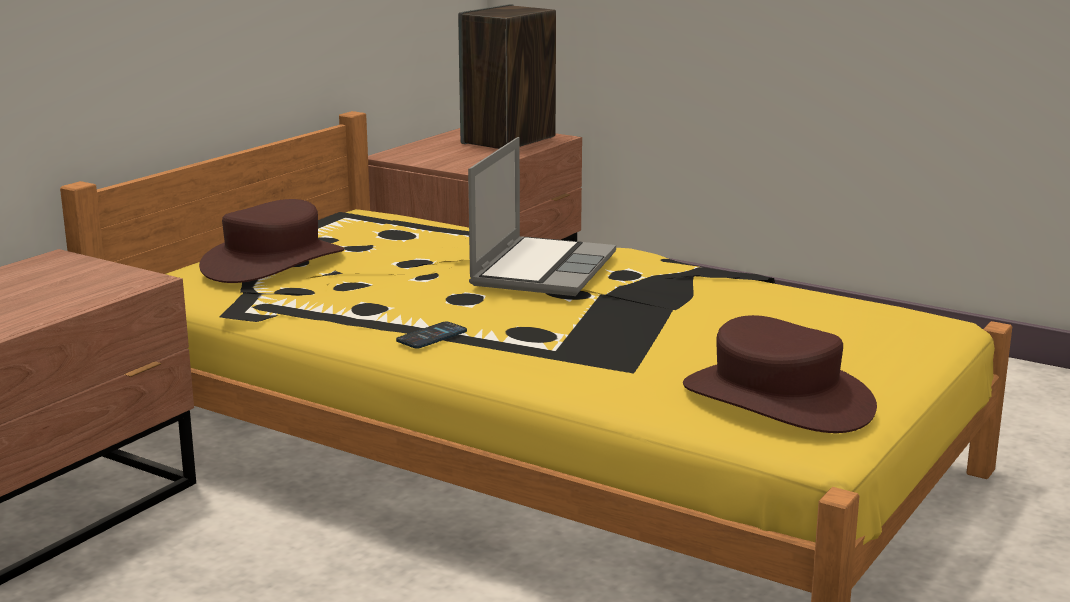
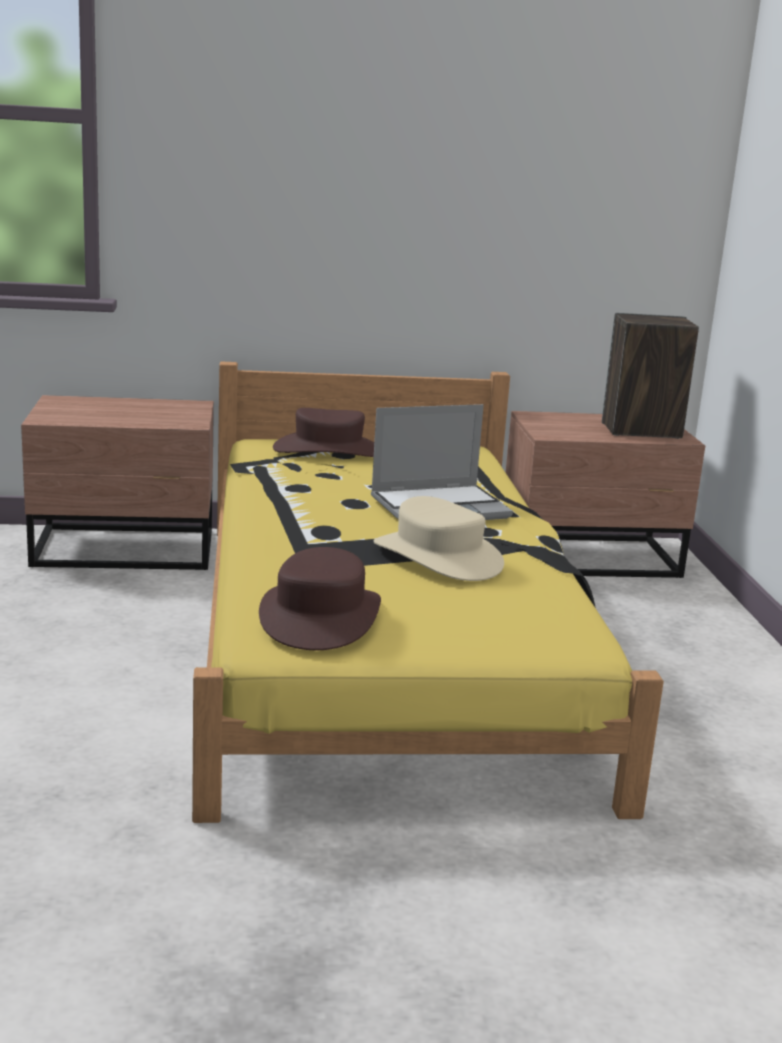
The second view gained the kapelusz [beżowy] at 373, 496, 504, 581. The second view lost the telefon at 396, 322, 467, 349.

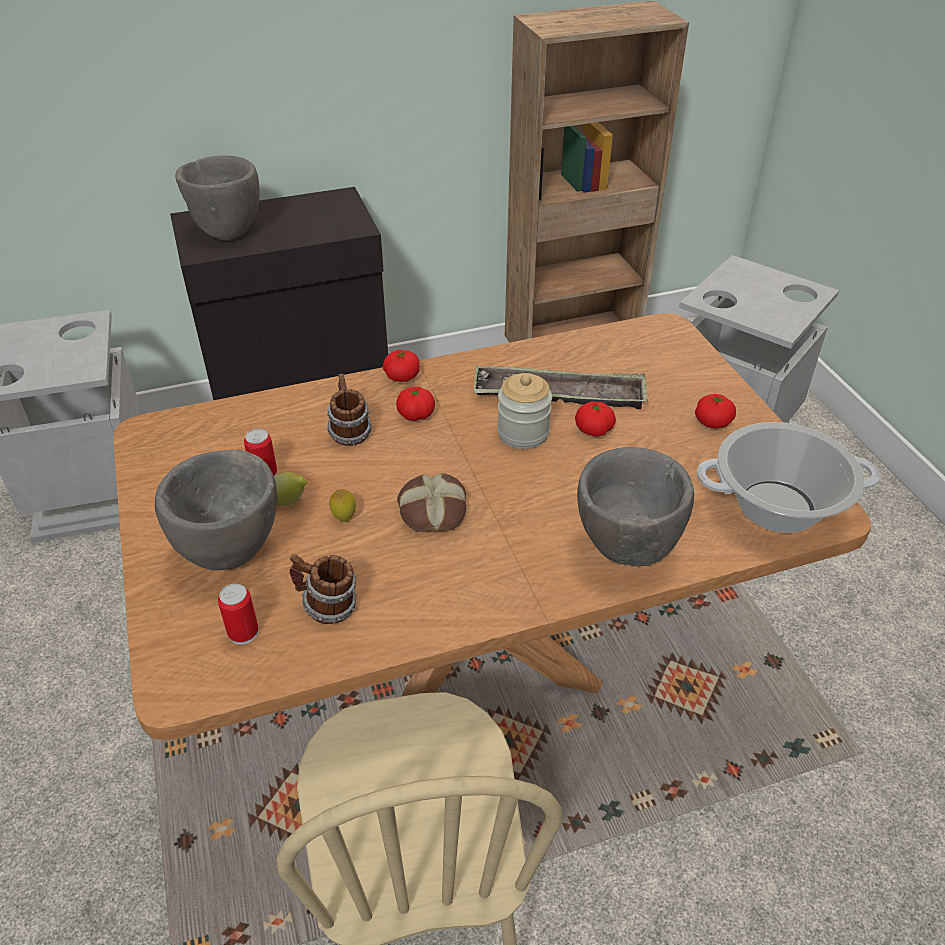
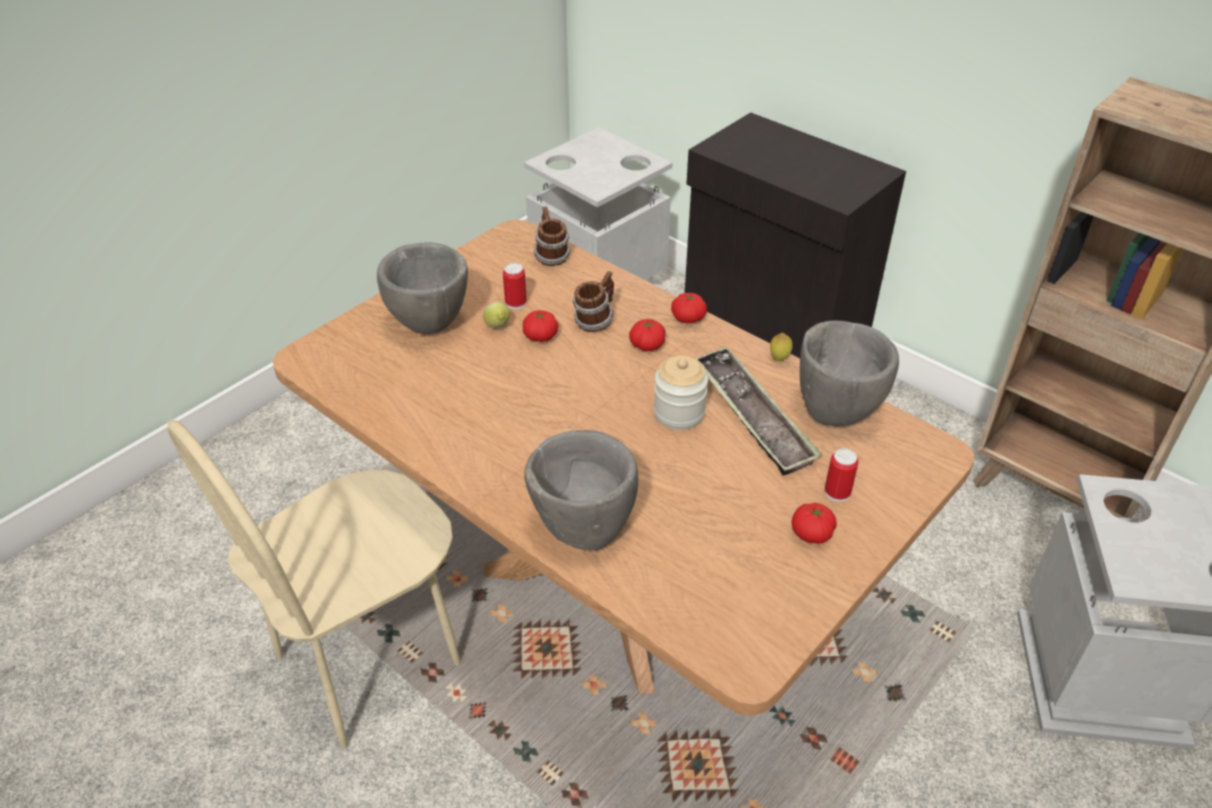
The pomidor ended up elsewhere, having gone from 575, 401, 616, 437 to 523, 310, 559, 342. The kubek ended up elsewhere, having gone from 289, 554, 357, 624 to 533, 207, 571, 266. The cytryna ended up elsewhere, having gone from 329, 489, 356, 522 to 770, 333, 793, 361. The miska [szary] ended up elsewhere, having gone from 175, 156, 260, 241 to 800, 321, 899, 426. The puszka ended up elsewhere, having gone from 218, 584, 258, 645 to 825, 448, 858, 502. The second view lost the chleb at 397, 473, 466, 532. The second view lost the garnek at 697, 422, 880, 533.

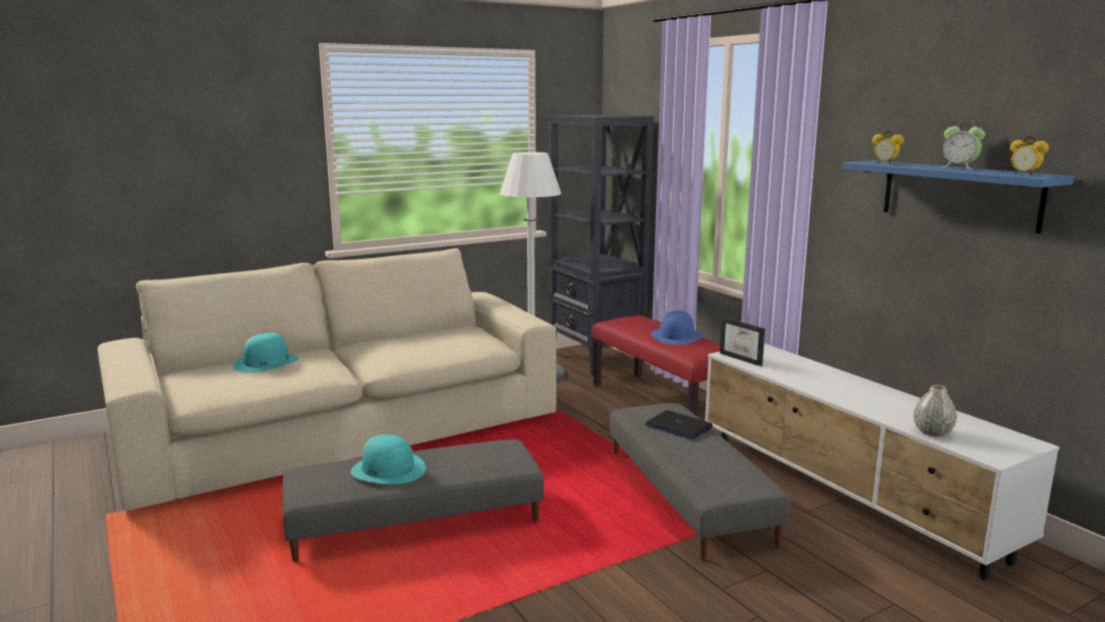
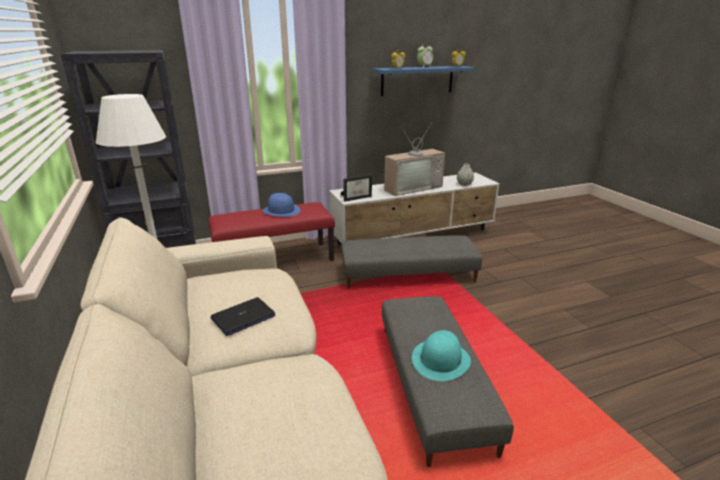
The laptop ended up elsewhere, having gone from 646, 410, 713, 440 to 210, 297, 275, 336. The second view gained the telewizor at 384, 124, 445, 196. The second view lost the kapelusz [turkusowy] at 233, 333, 299, 373.

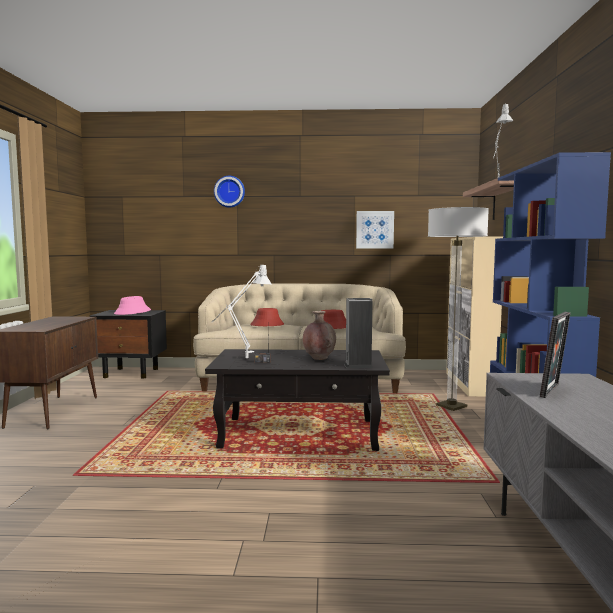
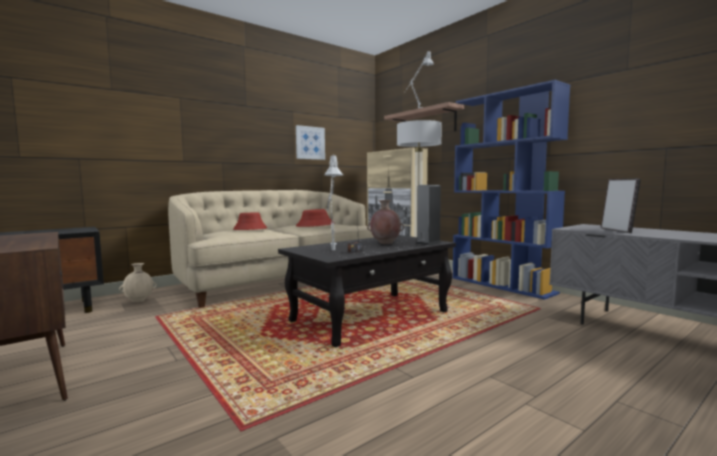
The second view gained the wazon [beżowy] at 119, 263, 157, 302. The second view lost the kapelusz [różowy] at 114, 296, 151, 315. The second view lost the zegar ścienny at 214, 176, 245, 208.

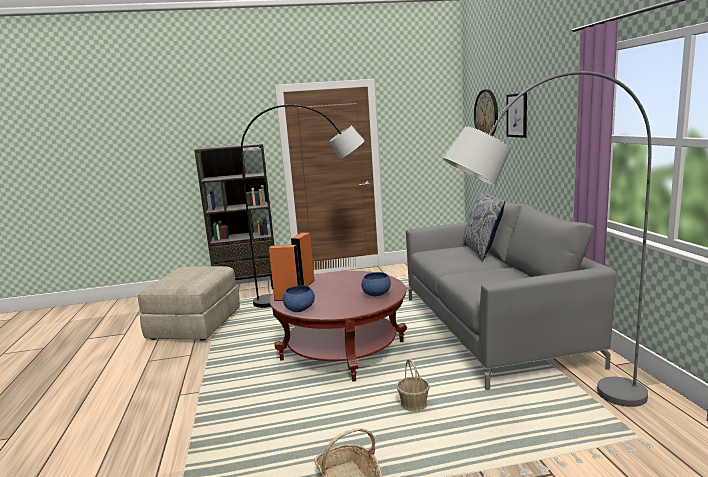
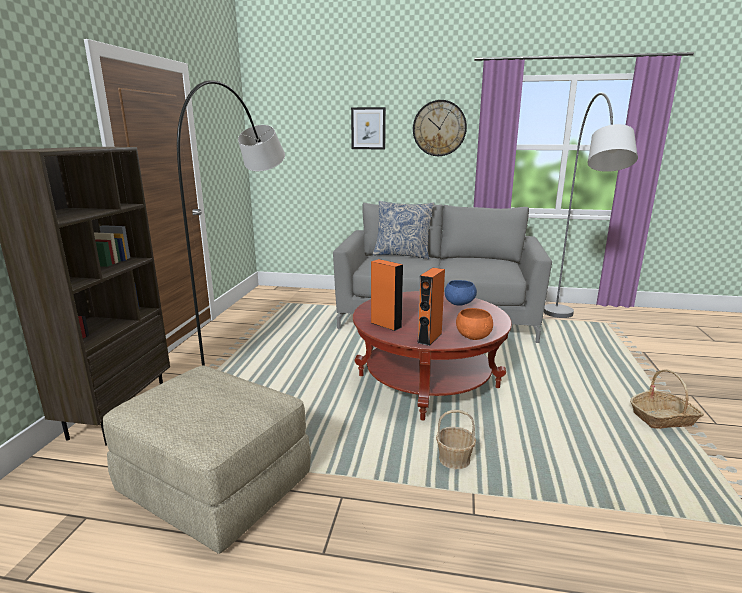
The zegar ścienny ended up elsewhere, having gone from 474, 89, 498, 136 to 413, 100, 467, 156. The koszyk ended up elsewhere, having gone from 397, 359, 430, 412 to 436, 410, 476, 469. What was the miska [niebieski] at 283, 286, 315, 312 turned into the miska [pomarańczowy] at 456, 308, 493, 340.

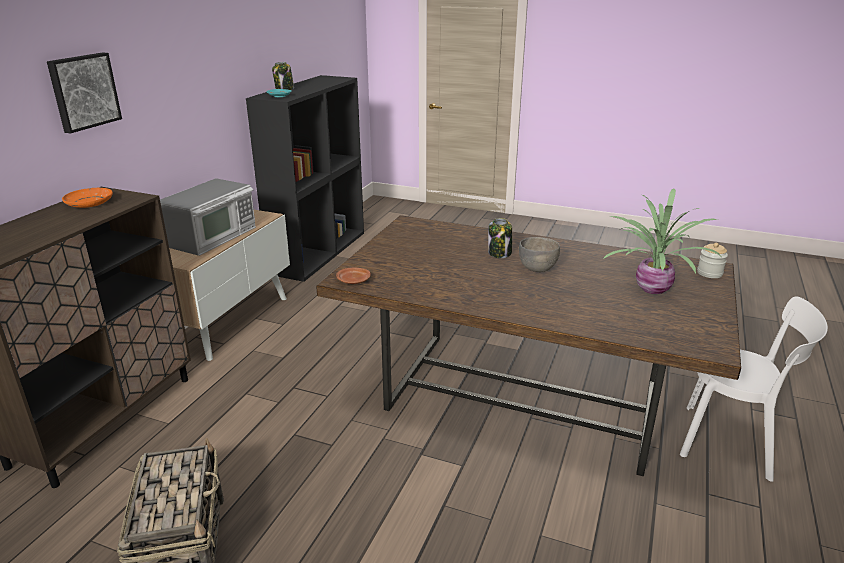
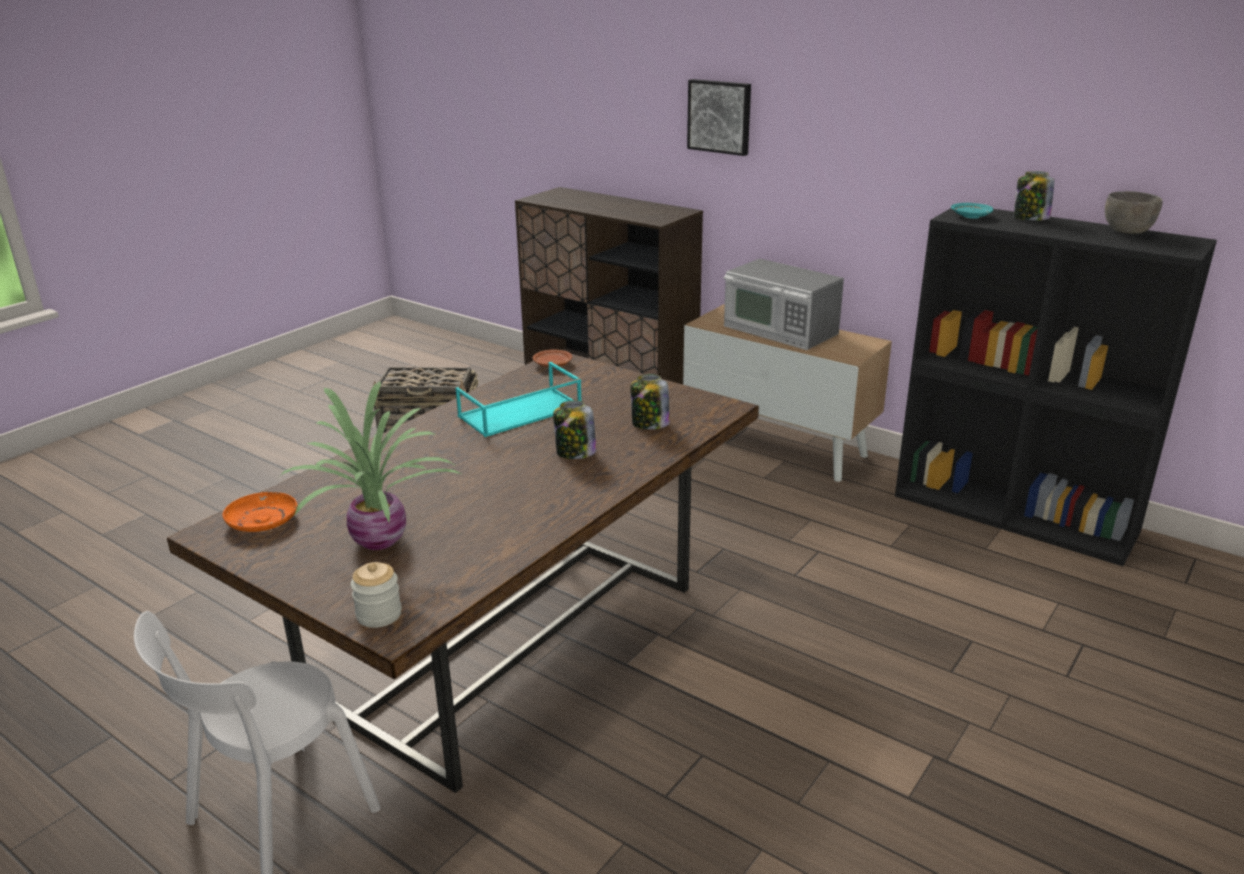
The talerz [pomarańczowy] ended up elsewhere, having gone from 62, 188, 113, 208 to 222, 492, 297, 532. The second view gained the taca [turkusowy] at 456, 362, 581, 437. The second view gained the słoik at 631, 374, 670, 429. The miska [szary] ended up elsewhere, having gone from 519, 237, 560, 272 to 1105, 191, 1163, 234.

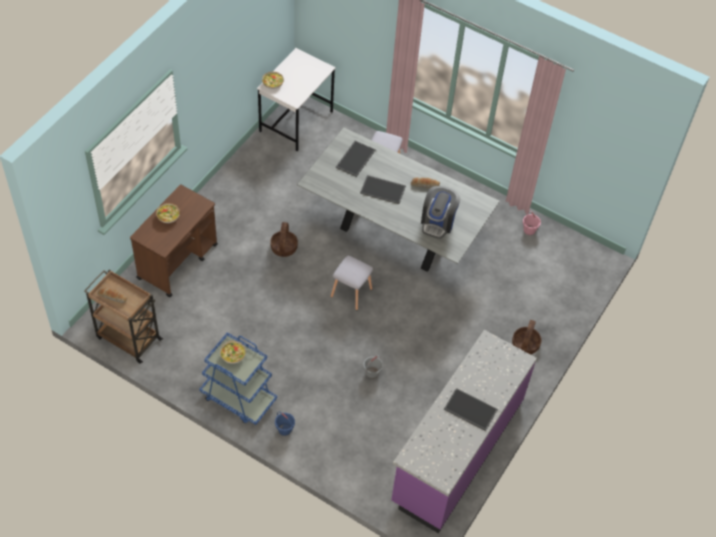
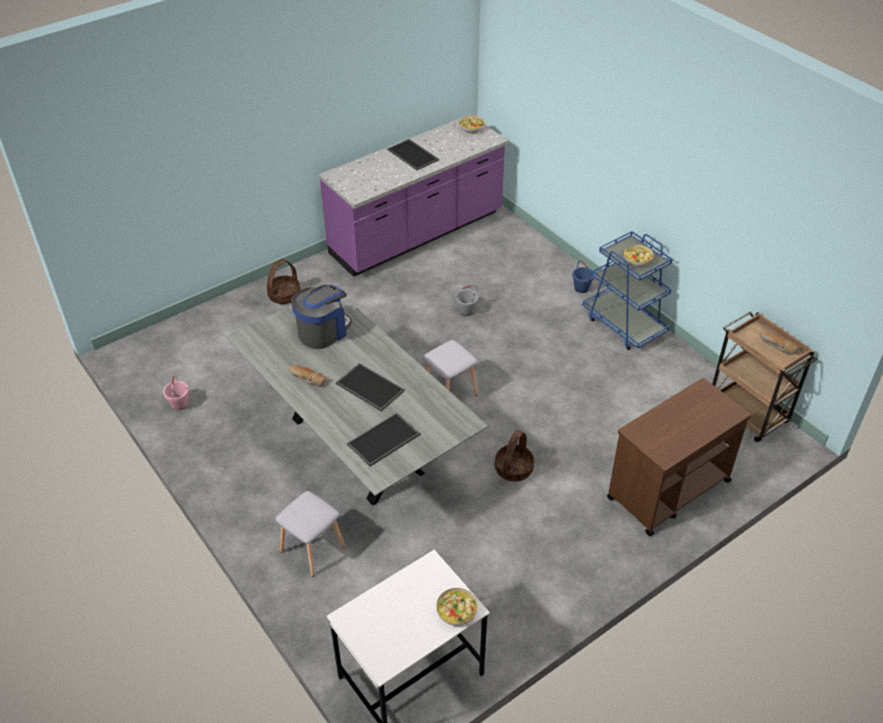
The miska ended up elsewhere, having gone from 156, 203, 180, 223 to 459, 115, 485, 134.

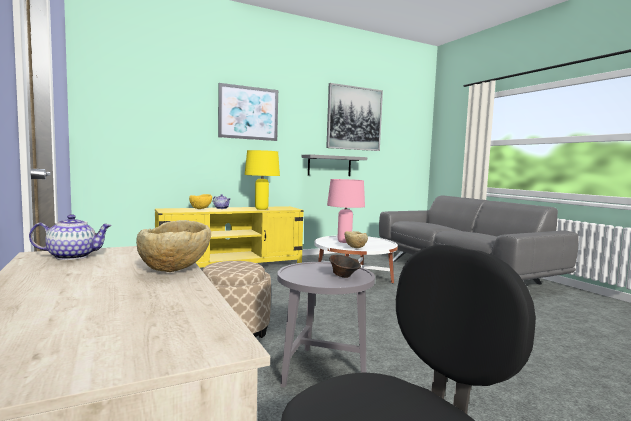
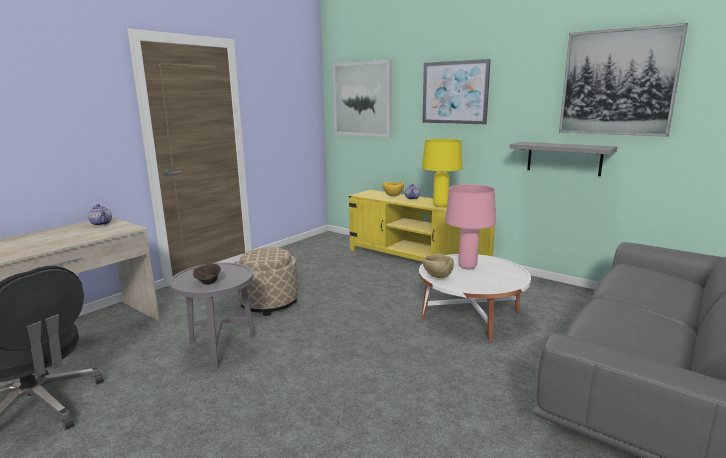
The second view gained the obraz at 333, 60, 392, 137. The second view lost the miska [beżowy] at 136, 220, 211, 272.

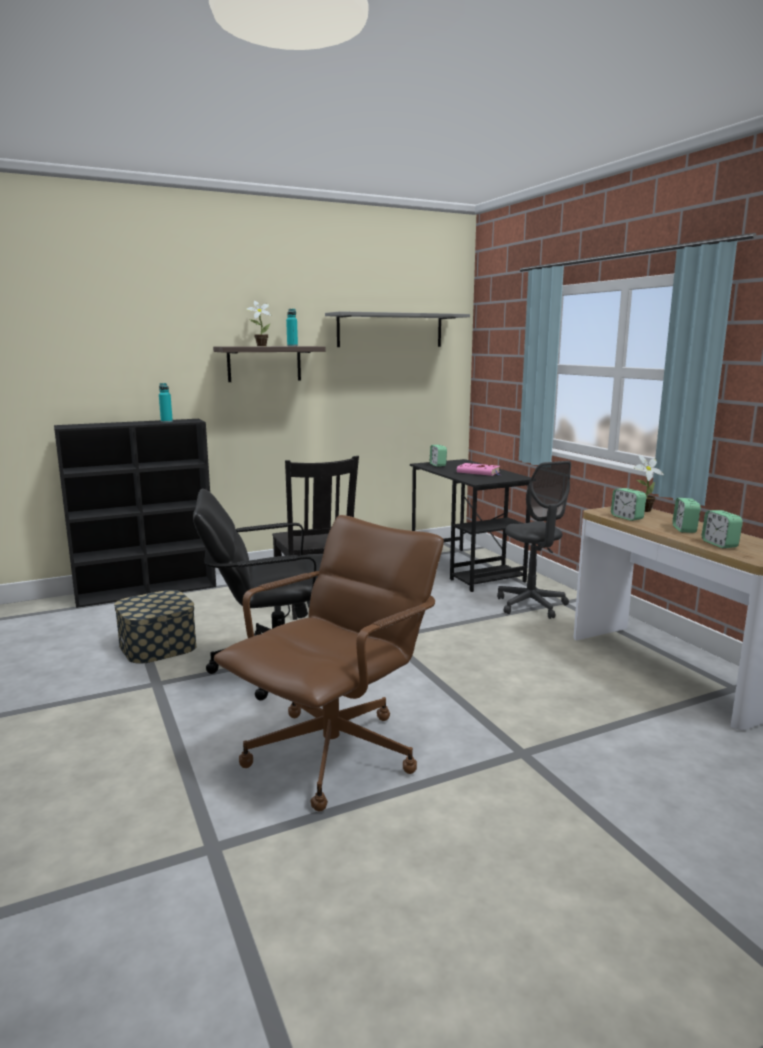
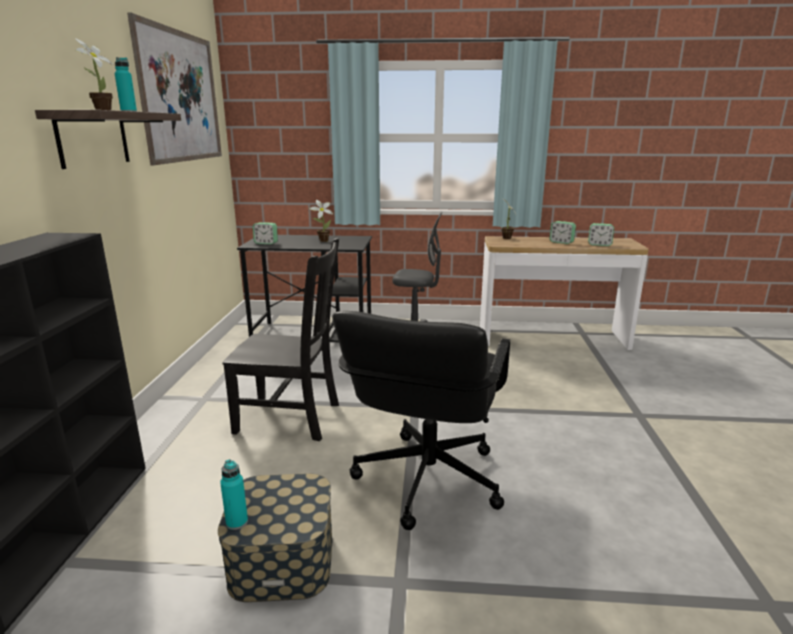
Where the półka [szary] hung at 325, 311, 470, 347, the obraz came to hang at 127, 12, 222, 165. The butelka [turkusowy] ended up elsewhere, having gone from 159, 383, 173, 423 to 220, 459, 248, 530. Where the książka [różowy] stood at 457, 463, 500, 476, the roślina doniczkowa came to stand at 310, 200, 333, 242. The second view lost the krzesło biurowe [brązowy] at 214, 515, 444, 811. The second view lost the budzik at 611, 488, 646, 521.

